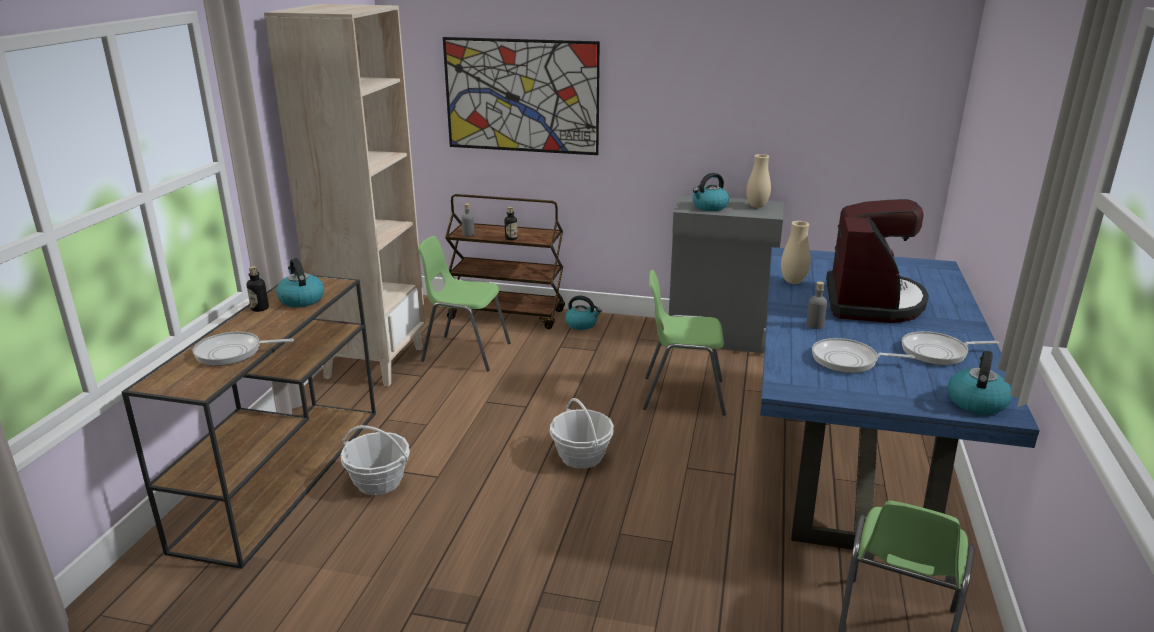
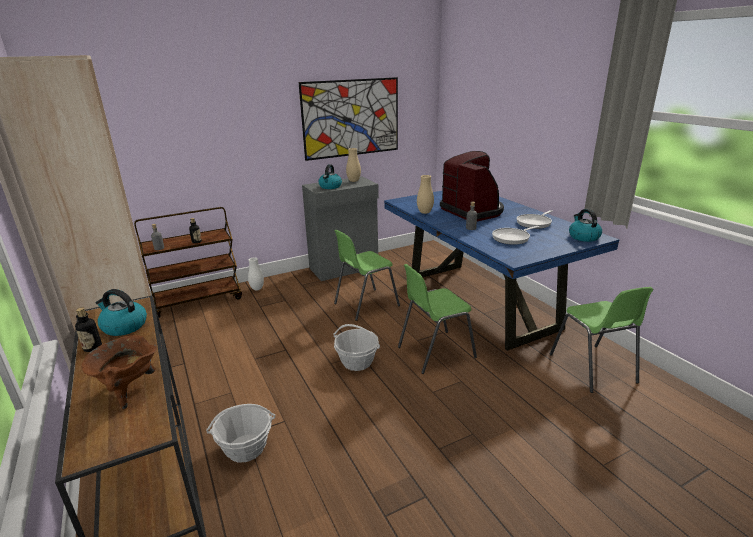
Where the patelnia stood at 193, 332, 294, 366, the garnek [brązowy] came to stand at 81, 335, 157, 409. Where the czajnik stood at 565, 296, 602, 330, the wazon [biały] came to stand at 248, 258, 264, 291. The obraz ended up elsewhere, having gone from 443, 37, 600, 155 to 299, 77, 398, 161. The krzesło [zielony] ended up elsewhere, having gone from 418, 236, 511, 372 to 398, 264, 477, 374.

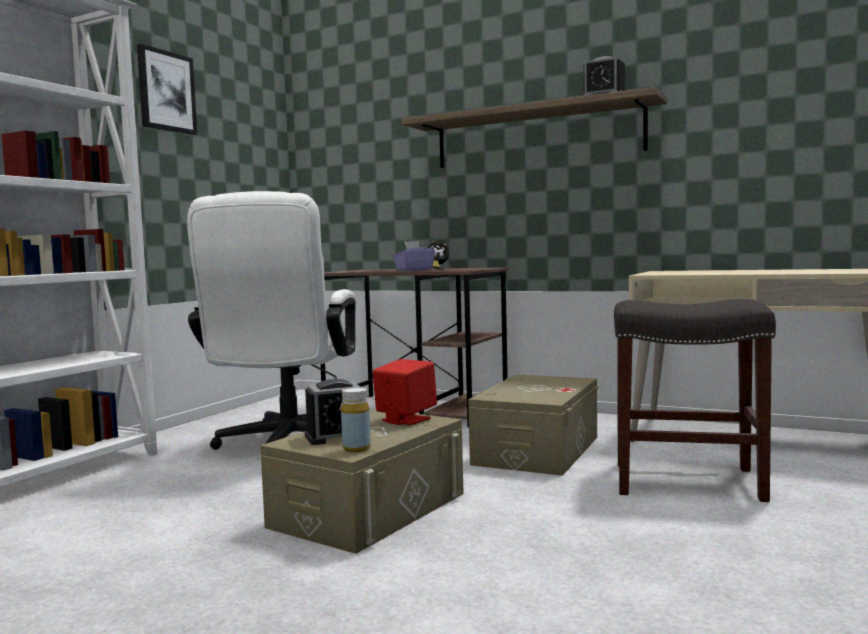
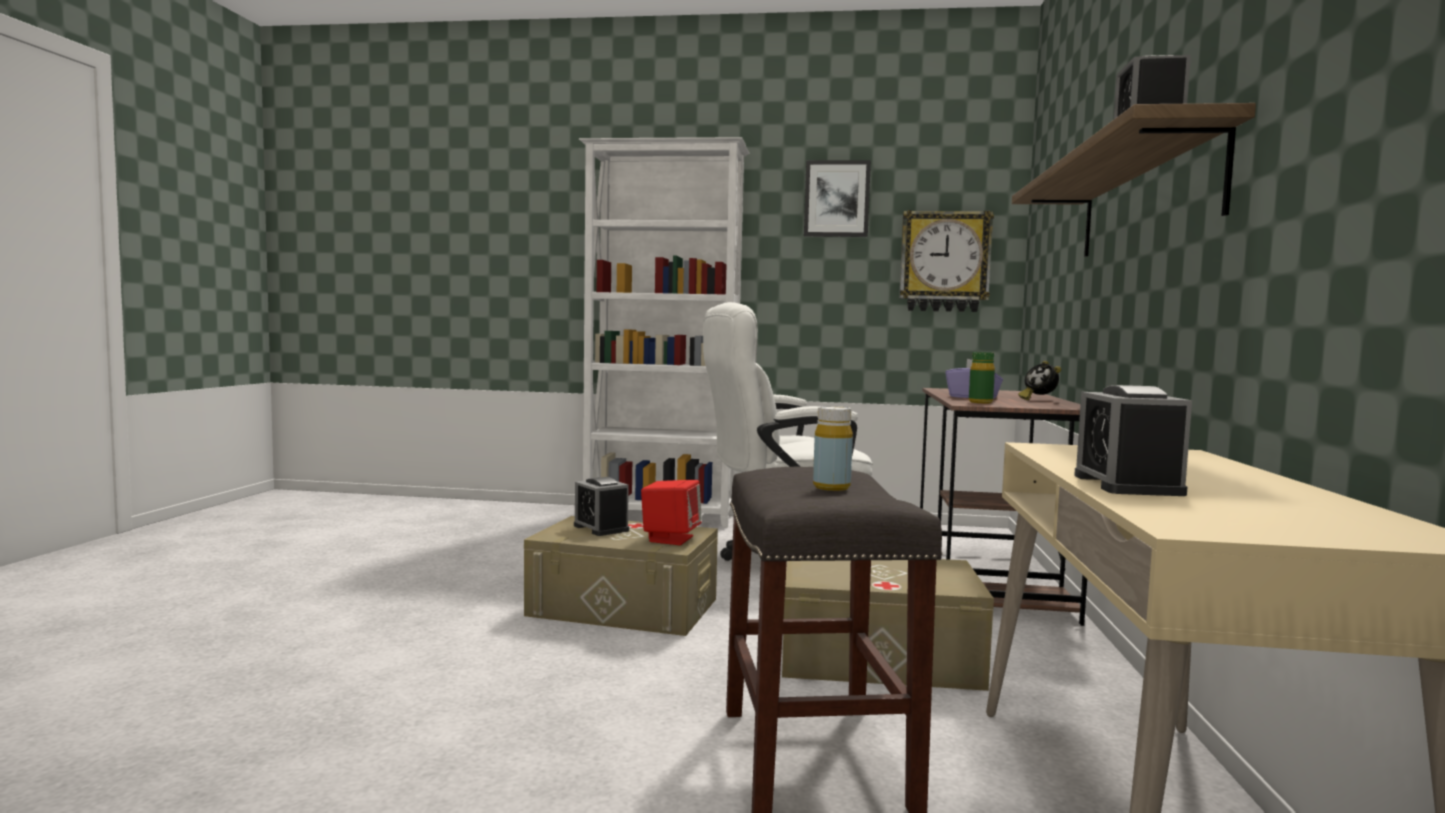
The butelka [żółty] ended up elsewhere, having gone from 341, 387, 371, 452 to 813, 406, 853, 491. The second view gained the zegar ścienny at 899, 210, 994, 312. The second view gained the butelka [zielony] at 969, 352, 995, 403. The second view gained the budzik at 1074, 385, 1192, 496.

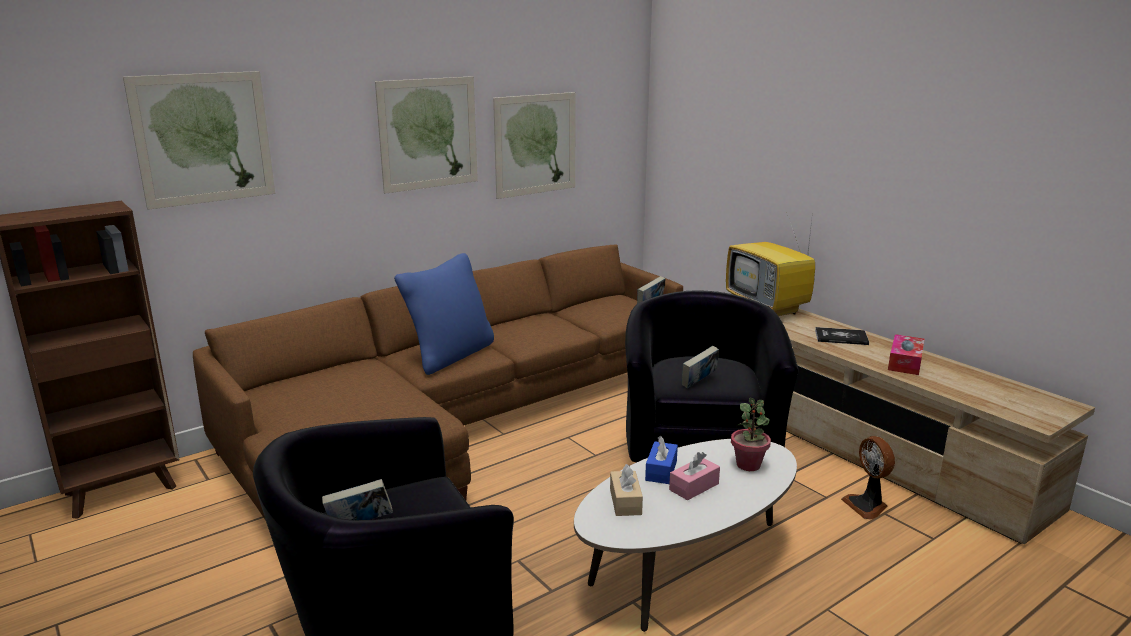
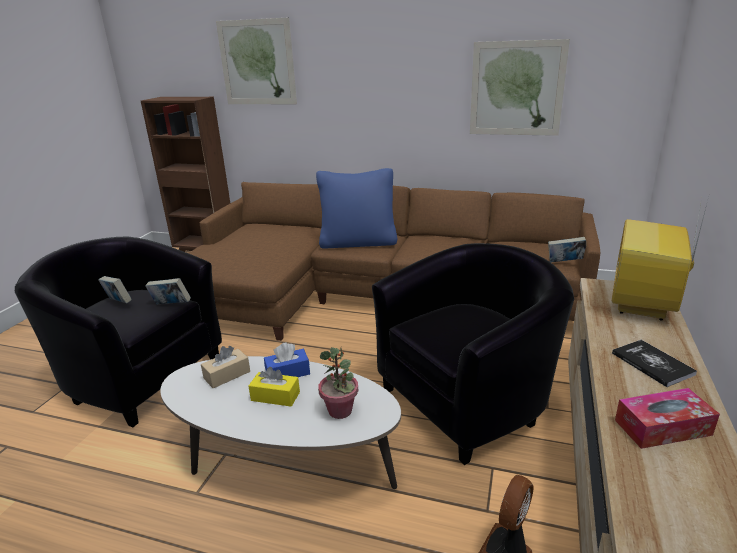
The książka ended up elsewhere, having gone from 682, 346, 719, 388 to 145, 278, 191, 304. What was the pudełko chusteczek [różowy] at 669, 452, 720, 500 turned into the pudełko chusteczek [żółty] at 249, 367, 300, 407. The second view lost the obraz at 375, 76, 478, 194.

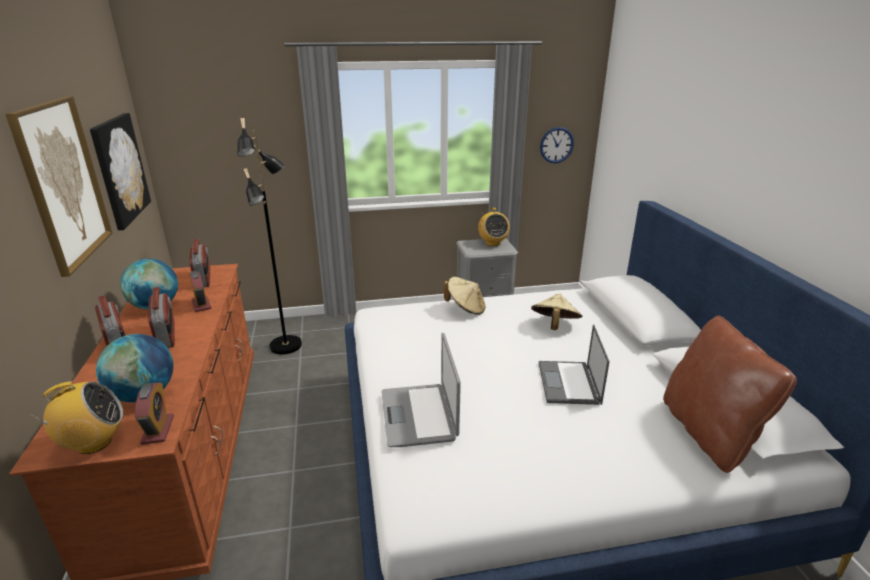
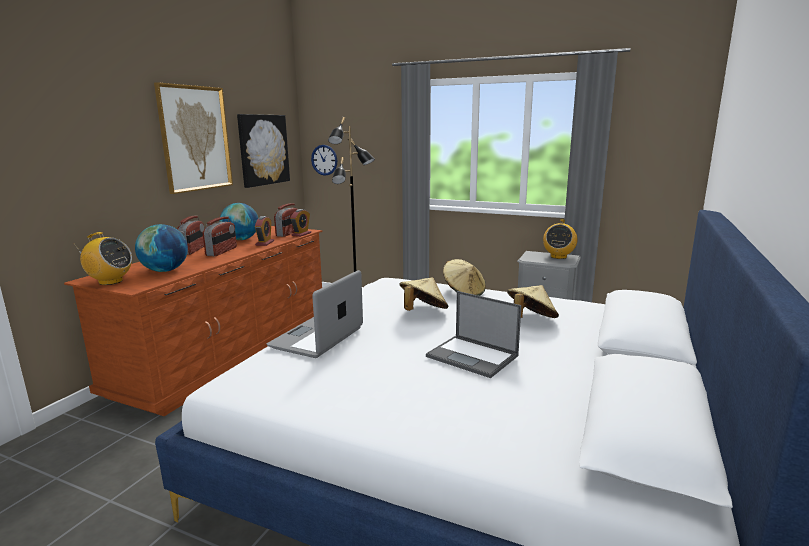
The budzik ended up elsewhere, having gone from 135, 382, 174, 445 to 290, 209, 311, 237. The zegar ścienny ended up elsewhere, having gone from 540, 127, 574, 163 to 311, 145, 338, 176. The second view gained the kapelusz [beżowy] at 399, 277, 449, 311. The laptop at 539, 324, 610, 405 ended up facing another way, 90 degrees counterclockwise from before. The second view lost the poduszka [brązowy] at 663, 315, 797, 473.

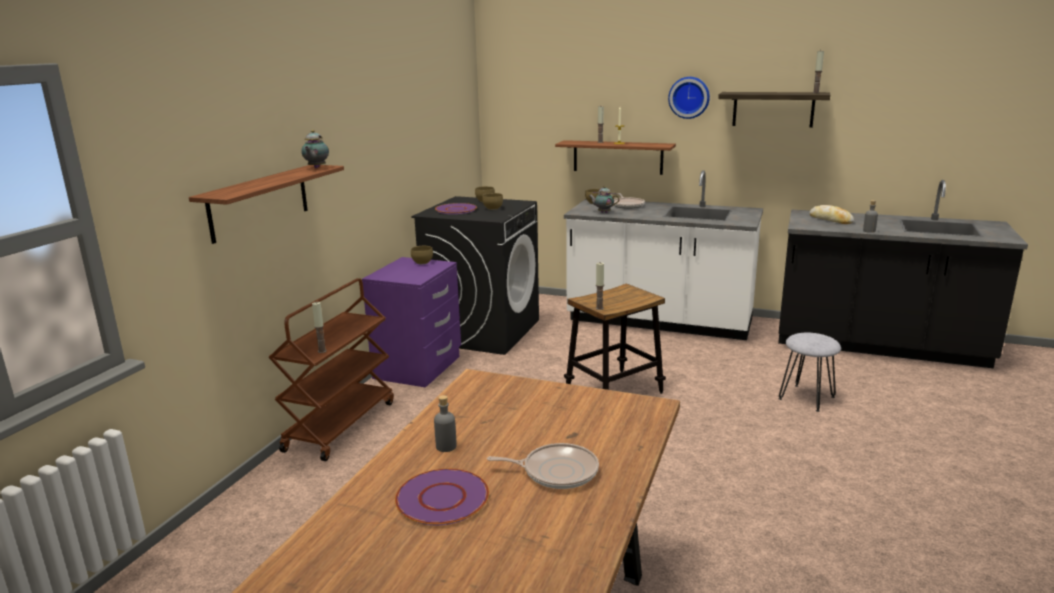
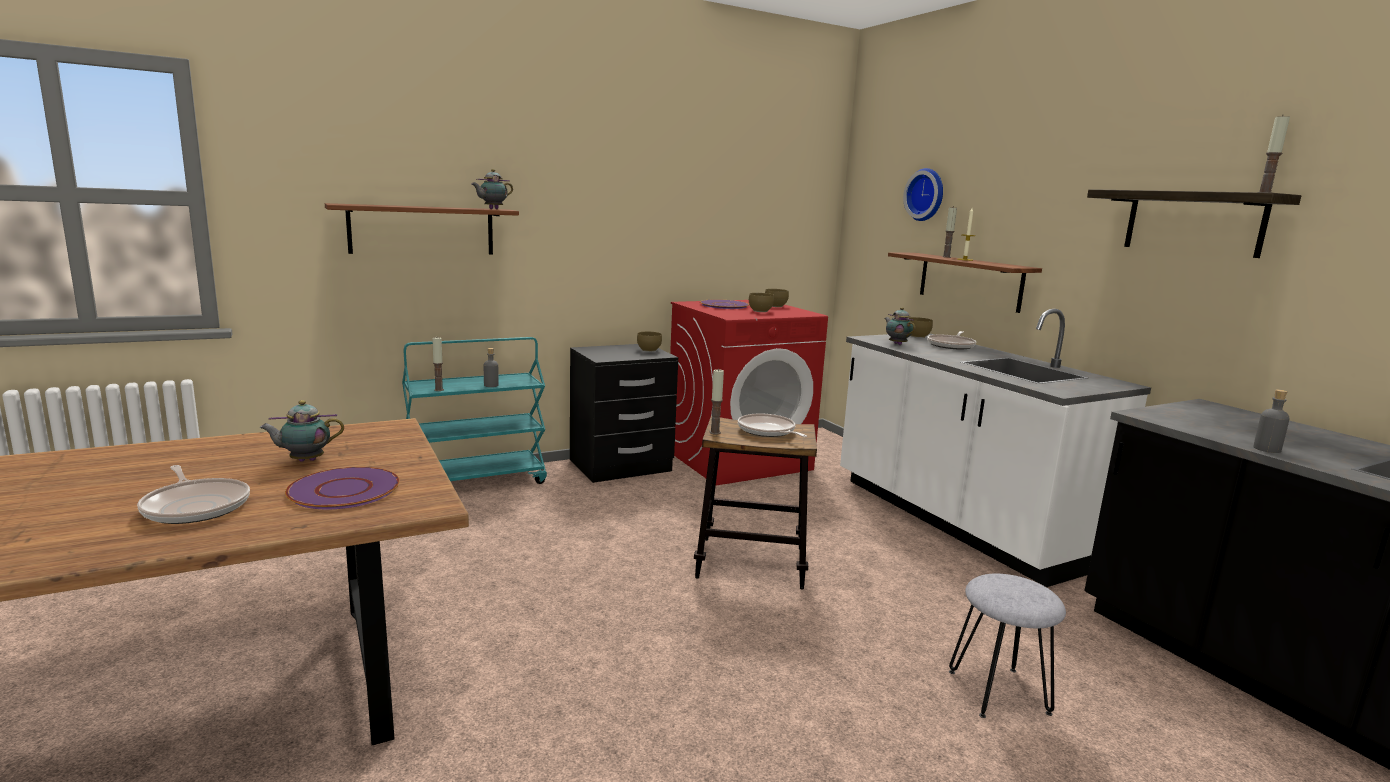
The second view gained the imbryk at 259, 400, 344, 462. The talerz [fioletowy] ended up elsewhere, having gone from 395, 469, 489, 525 to 285, 467, 400, 509. What was the wózek [brązowy] at 268, 278, 394, 461 turned into the wózek [turkusowy] at 402, 337, 547, 484. The butelka [szary] ended up elsewhere, having gone from 434, 395, 457, 452 to 484, 348, 499, 387. What was the szafka nocna [fioletowy] at 362, 257, 461, 388 turned into the szafka nocna [czarny] at 570, 344, 678, 483. What was the pralka [czarny] at 411, 196, 539, 355 turned into the pralka [czerwony] at 670, 300, 828, 485. The second view gained the patelnia at 738, 414, 807, 437. The zegar ścienny ended up elsewhere, having gone from 668, 77, 710, 119 to 903, 168, 943, 221. The second view lost the chleb at 809, 205, 854, 224.

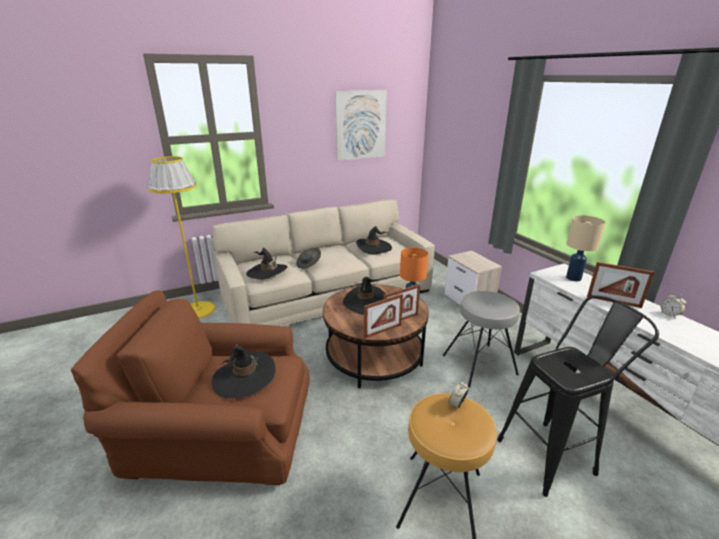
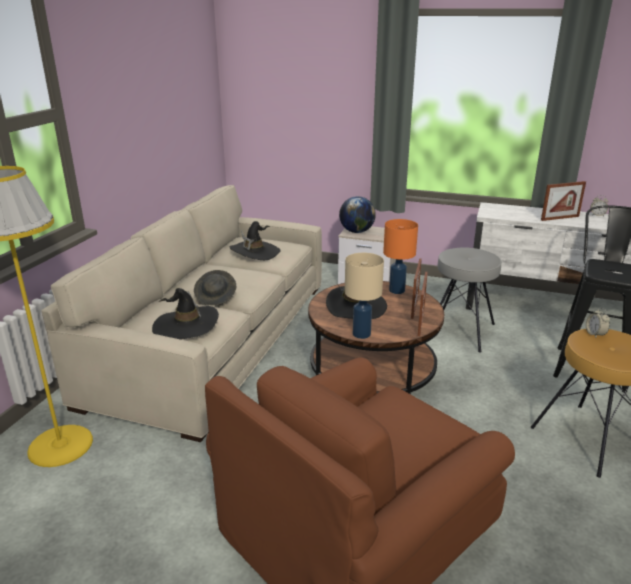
The second view gained the globus at 339, 196, 376, 233. The lampa stołowa [beżowy] ended up elsewhere, having gone from 566, 215, 606, 281 to 345, 253, 384, 339. The second view lost the kapelusz [czarny] at 212, 345, 276, 398. The second view lost the obraz at 335, 90, 387, 161.

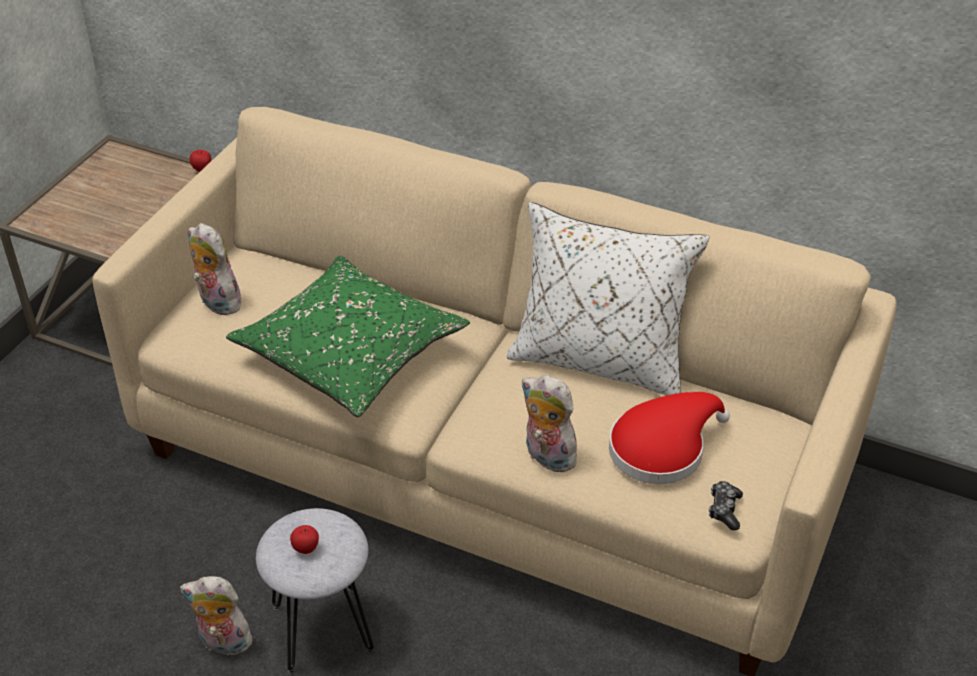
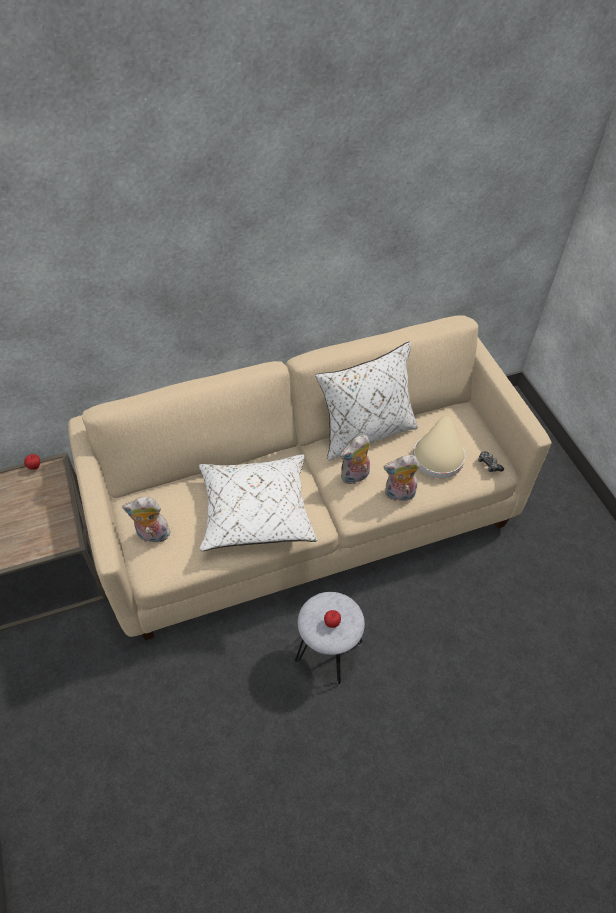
What was the poduszka [zielony] at 226, 256, 470, 417 turned into the poduszka [biały] at 199, 454, 317, 551. The pluszak ended up elsewhere, having gone from 180, 576, 255, 656 to 340, 435, 370, 484. What was the kapelusz [czerwony] at 609, 392, 730, 484 turned into the kapelusz [beżowy] at 413, 416, 465, 478.

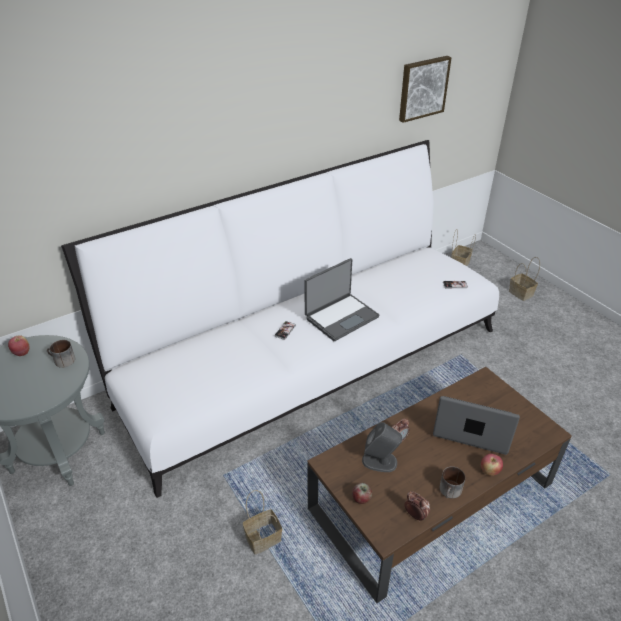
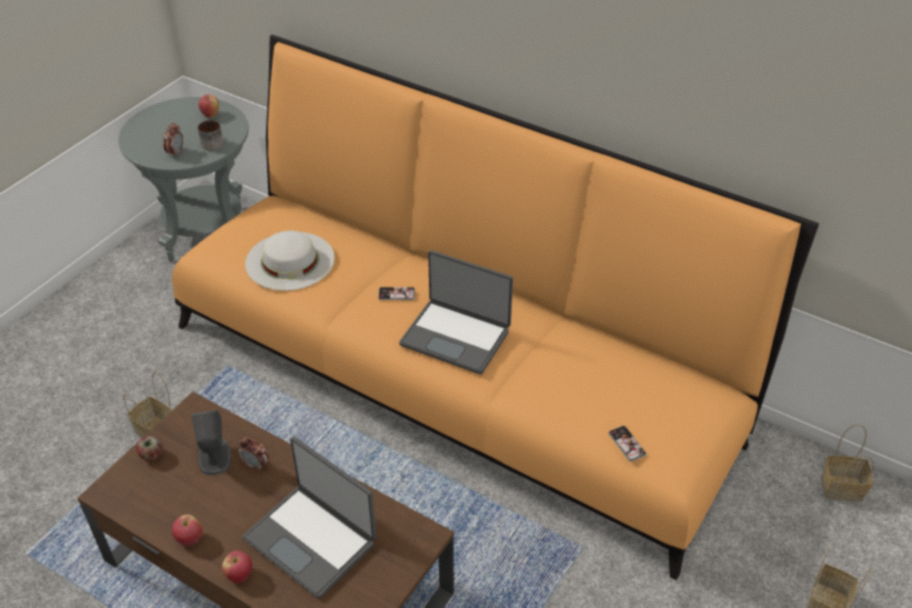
The budzik ended up elsewhere, having gone from 404, 491, 430, 522 to 163, 123, 183, 156. What was the kanapa [biały] at 61, 140, 499, 498 turned into the kanapa [pomarańczowy] at 172, 35, 819, 580. Where the kubek stood at 439, 466, 465, 499, the jabłko came to stand at 172, 514, 202, 546. The laptop at 433, 396, 520, 455 ended up facing another way, 135 degrees clockwise from before. The second view gained the kapelusz [biały] at 245, 231, 335, 291. The second view lost the obraz at 399, 56, 452, 123.

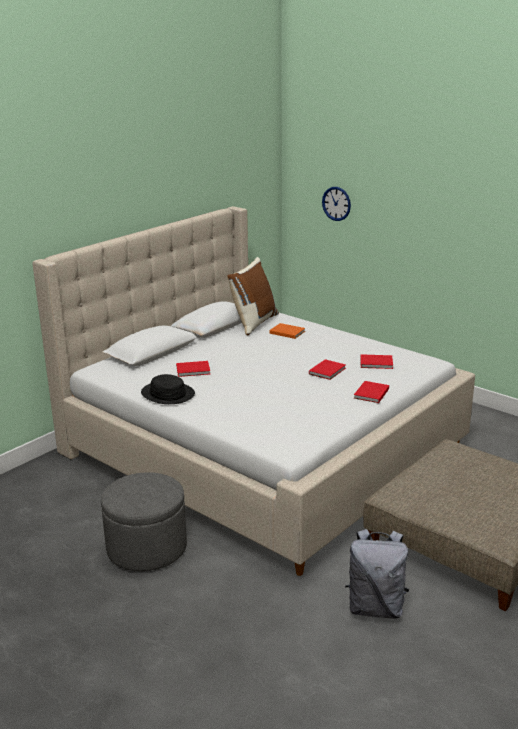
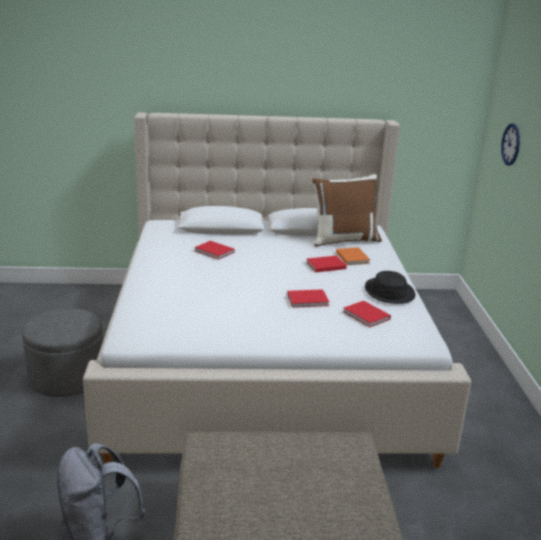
The książka [czerwony] ended up elsewhere, having gone from 354, 381, 389, 403 to 306, 256, 347, 272. The kapelusz [czarny] ended up elsewhere, having gone from 141, 374, 195, 404 to 365, 271, 415, 304.

